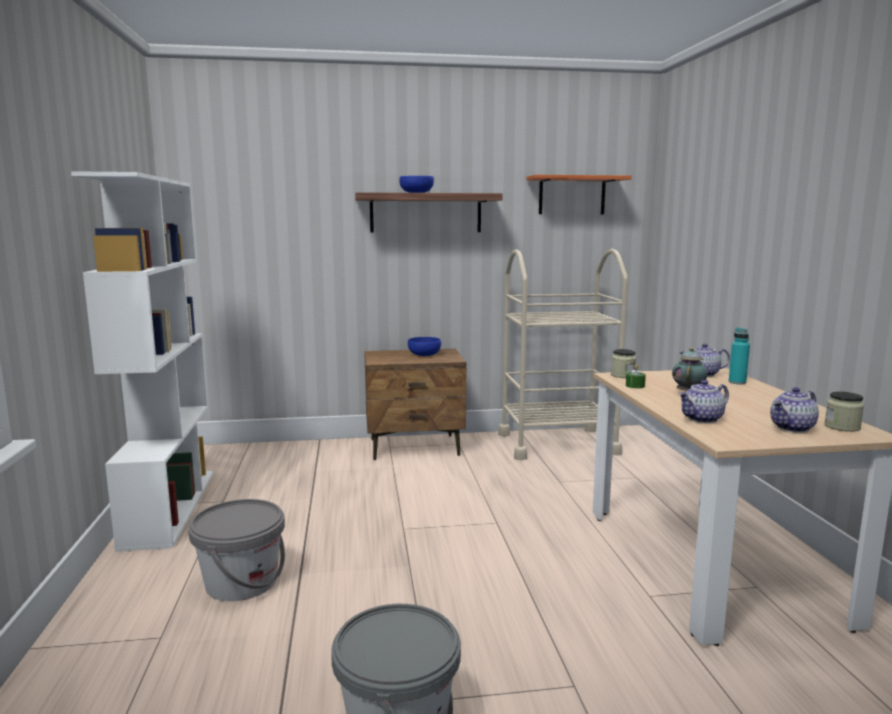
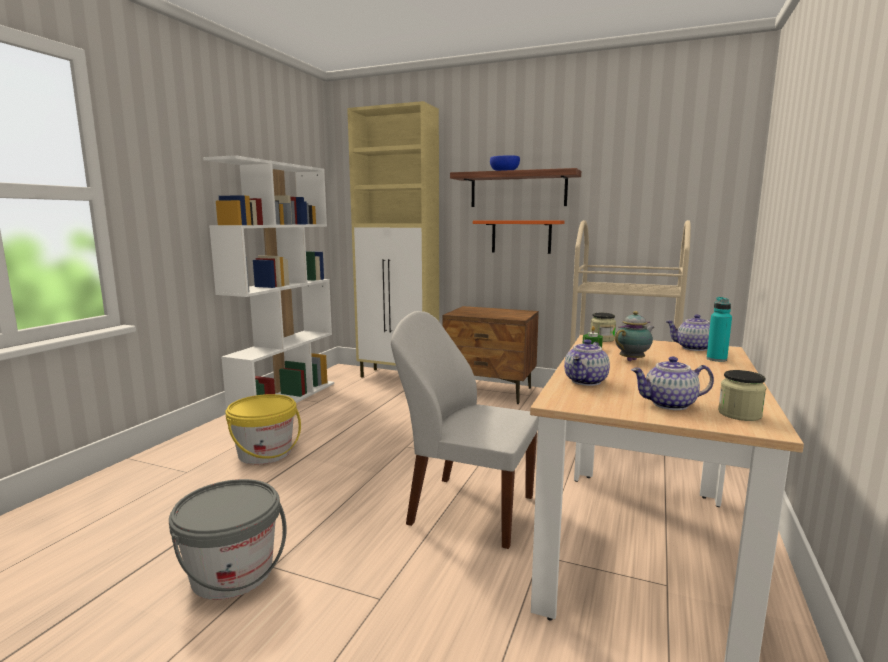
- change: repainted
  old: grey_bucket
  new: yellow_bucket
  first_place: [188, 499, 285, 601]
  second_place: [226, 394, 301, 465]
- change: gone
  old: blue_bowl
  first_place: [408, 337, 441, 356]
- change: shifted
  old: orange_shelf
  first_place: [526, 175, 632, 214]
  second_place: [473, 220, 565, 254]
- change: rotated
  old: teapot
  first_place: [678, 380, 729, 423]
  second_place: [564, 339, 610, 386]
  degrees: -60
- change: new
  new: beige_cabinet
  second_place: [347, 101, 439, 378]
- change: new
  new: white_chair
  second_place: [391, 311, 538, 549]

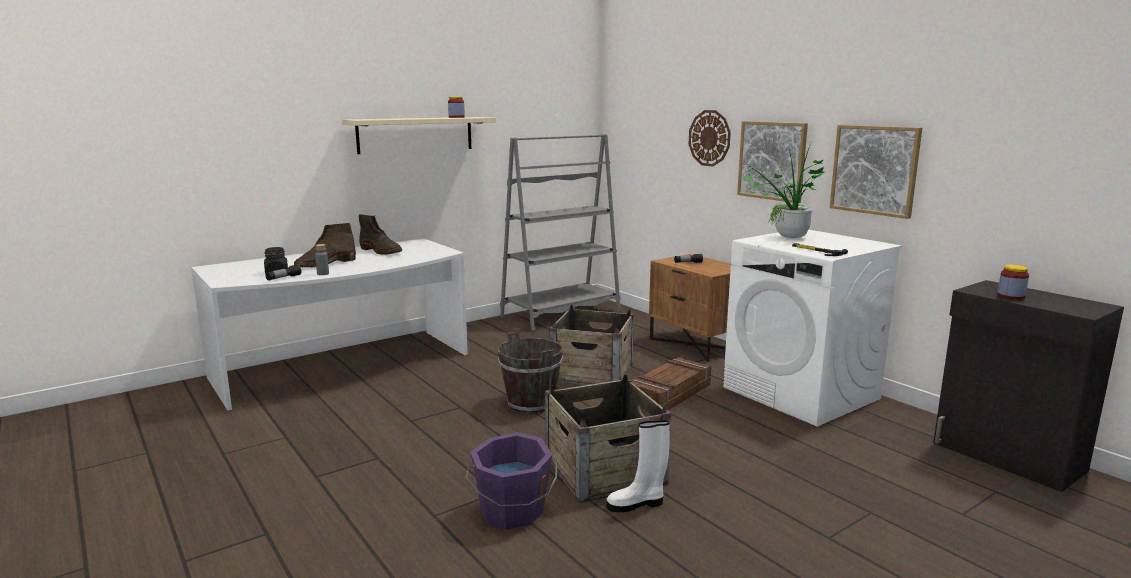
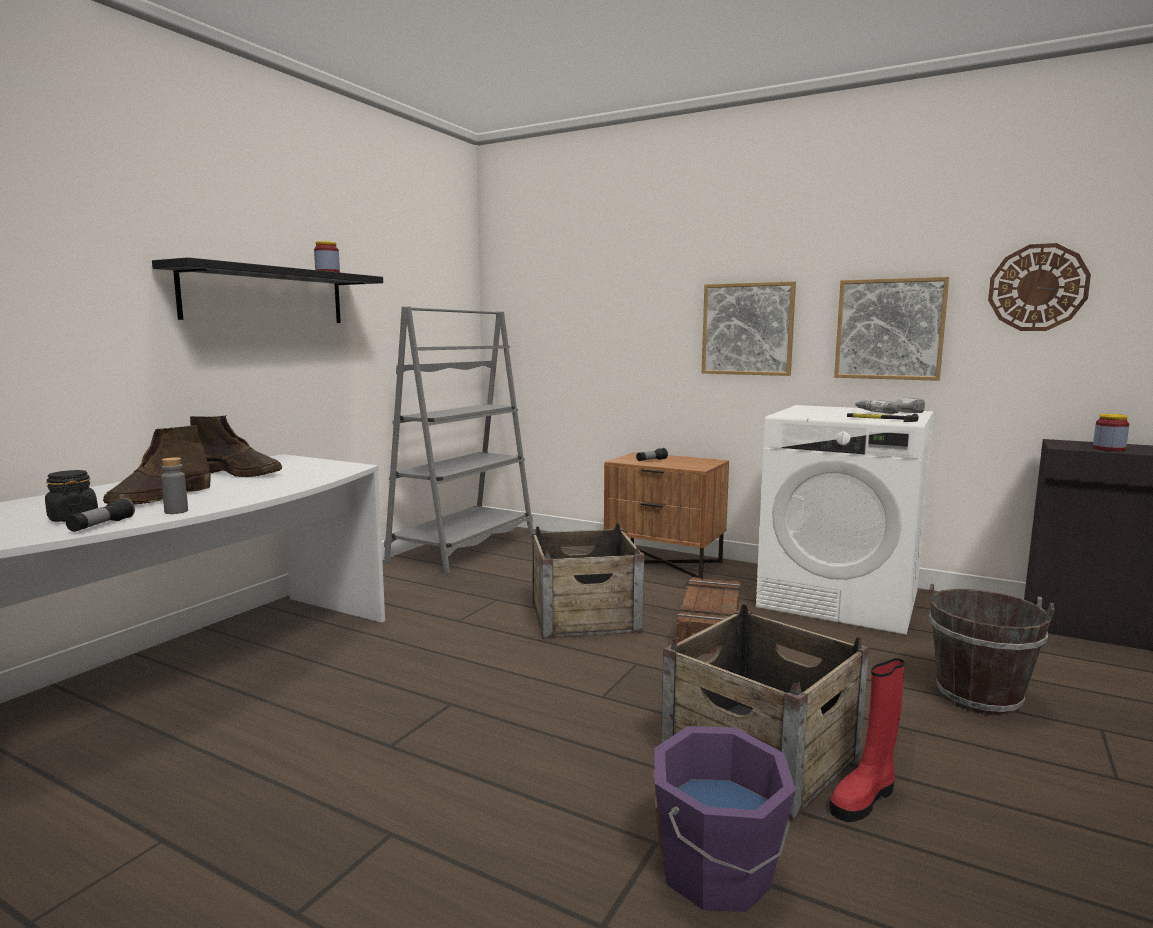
- change: repainted
  old: beige_shelf
  new: black_shelf
  first_place: [342, 117, 496, 154]
  second_place: [152, 257, 383, 323]
- change: shifted
  old: brown_bucket
  first_place: [497, 331, 563, 414]
  second_place: [929, 584, 1054, 716]
- change: repainted
  old: white_boot
  new: red_boot
  first_place: [606, 420, 669, 512]
  second_place: [830, 658, 905, 822]
- change: shifted
  old: wall_clock
  first_place: [689, 110, 731, 166]
  second_place: [988, 243, 1091, 331]
- change: gone
  old: potted_plant
  first_place: [745, 143, 824, 238]
- change: new
  new: power_drill
  second_place: [855, 398, 925, 414]

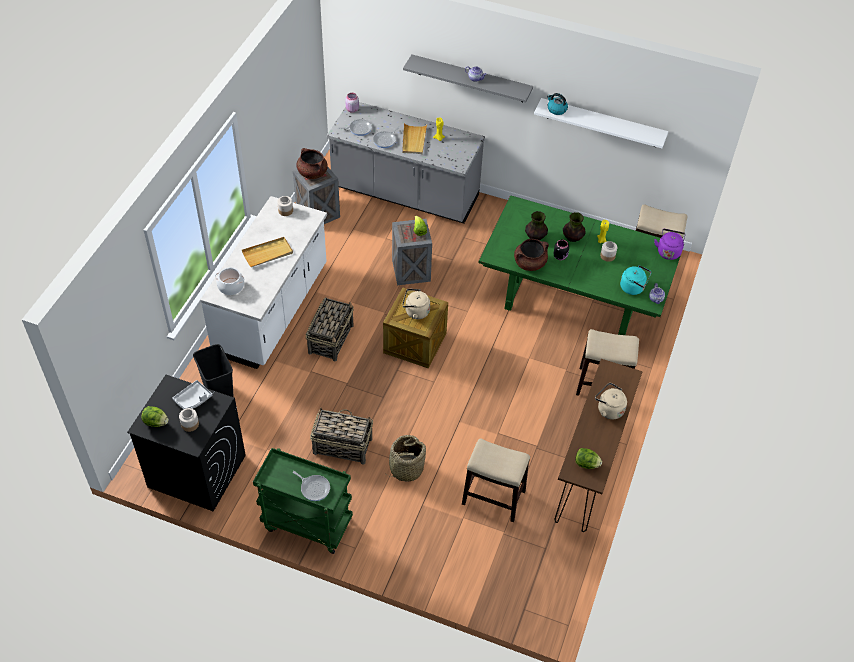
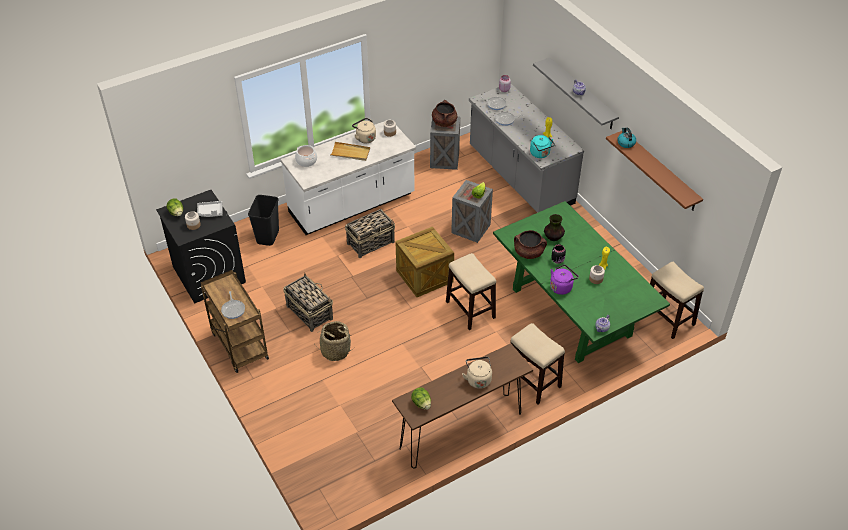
- change: repainted
  old: green_cart
  new: brown_cart
  first_place: [253, 448, 353, 554]
  second_place: [201, 270, 269, 373]
- change: gone
  old: beige_tray
  first_place: [402, 123, 427, 154]
- change: shifted
  old: beige_kettle
  first_place: [402, 289, 430, 319]
  second_place: [352, 118, 376, 143]
- change: shifted
  old: stool
  first_place: [462, 439, 530, 522]
  second_place: [446, 253, 496, 330]
- change: repainted
  old: white_shelf
  new: brown_shelf
  first_place: [534, 98, 668, 148]
  second_place: [606, 131, 703, 211]
- change: gone
  old: vase
  first_place: [563, 212, 586, 242]
- change: shifted
  old: turquoise_kettle
  first_place: [620, 265, 652, 295]
  second_place: [530, 135, 555, 158]
- change: shifted
  old: purple_kettle
  first_place: [654, 229, 686, 260]
  second_place: [550, 265, 579, 295]

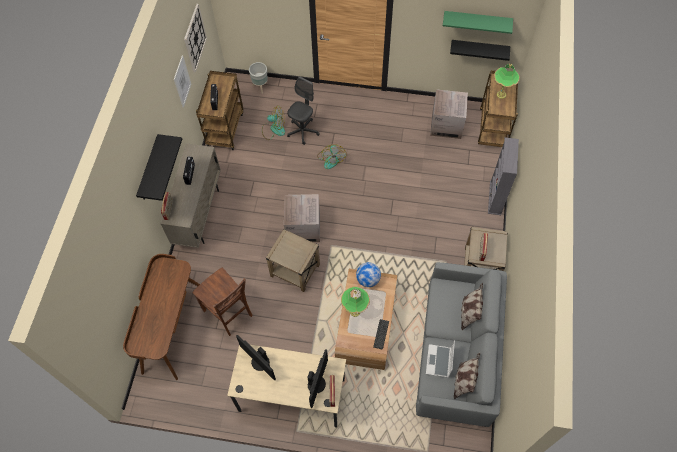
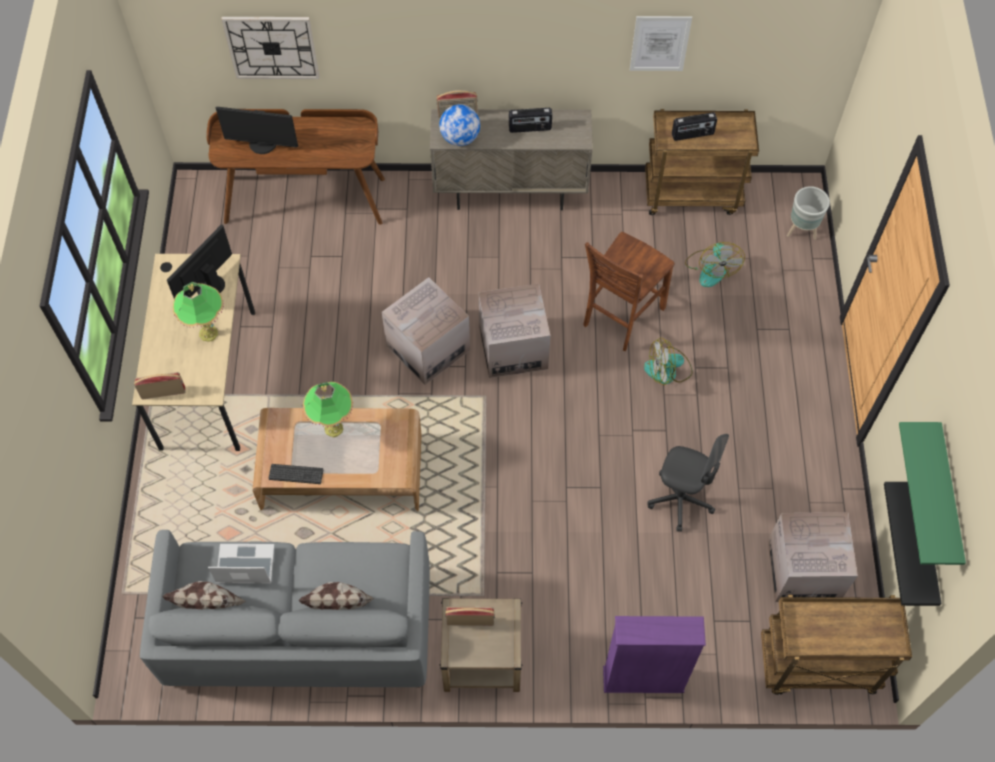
- change: gone
  old: black_shelf
  first_place: [136, 134, 182, 201]
- change: shifted
  old: wall_clock
  first_place: [184, 4, 207, 73]
  second_place: [221, 17, 319, 79]
- change: shifted
  old: brown_chair
  first_place: [193, 268, 252, 336]
  second_place: [583, 232, 675, 351]
- change: swapped
  old: beige_side_table
  new: cardboard_box
  first_place: [266, 229, 320, 292]
  second_place: [382, 277, 470, 385]
- change: shifted
  old: grey_office_chair
  first_place: [287, 76, 320, 145]
  second_place: [647, 434, 729, 532]
- change: shifted
  old: monitor
  first_place: [307, 349, 328, 408]
  second_place: [216, 107, 298, 154]
- change: shifted
  old: globe
  first_place: [356, 262, 381, 287]
  second_place: [439, 104, 480, 146]
- change: repainted
  old: grey_bookcase
  new: purple_bookcase
  first_place: [488, 137, 519, 215]
  second_place: [603, 616, 706, 693]
- change: shifted
  old: table_lamp
  first_place: [494, 64, 520, 99]
  second_place: [173, 281, 224, 341]

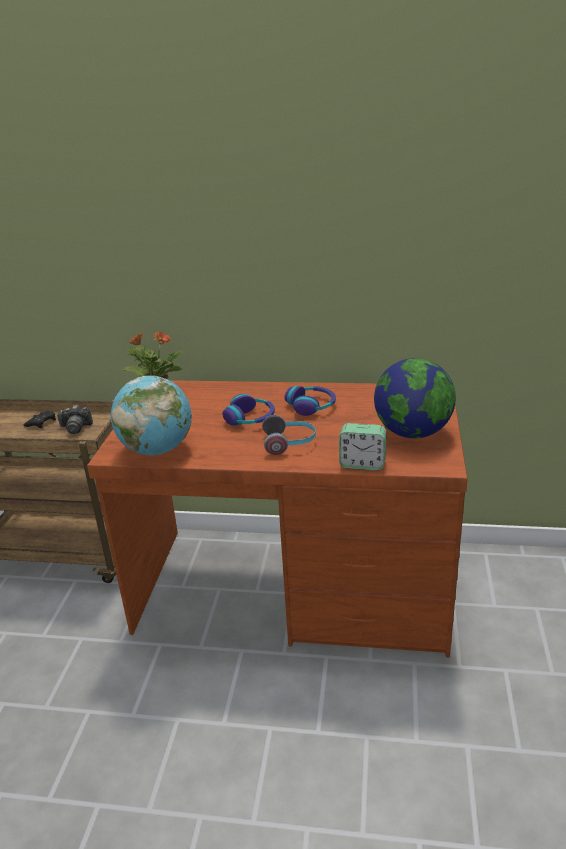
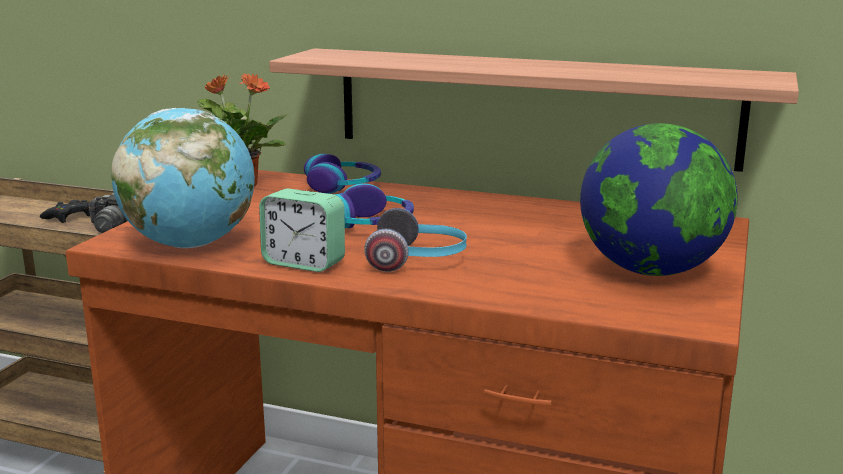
- change: shifted
  old: headphones
  first_place: [285, 386, 336, 416]
  second_place: [304, 154, 381, 194]
- change: shifted
  old: alarm_clock
  first_place: [339, 423, 386, 470]
  second_place: [259, 189, 345, 272]
- change: new
  new: shelf
  second_place: [269, 48, 799, 172]

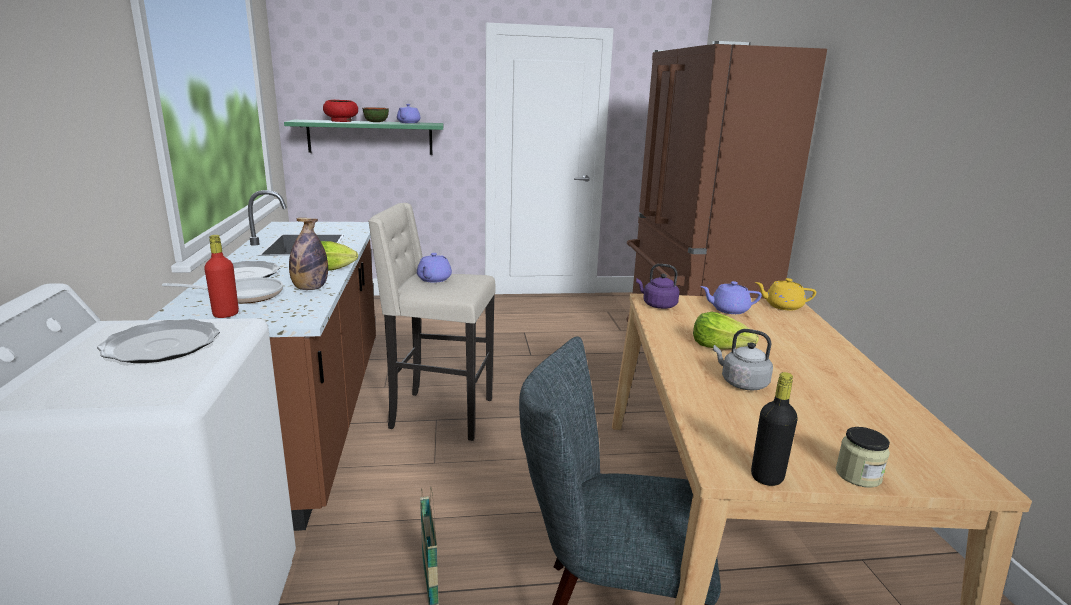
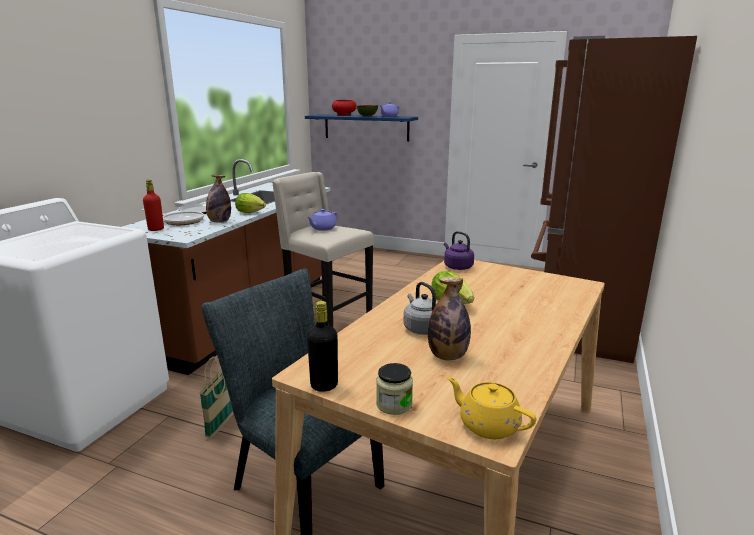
- change: gone
  old: plate
  first_place: [97, 319, 220, 363]
- change: repainted
  old: green_shelf
  new: blue_shelf
  first_place: [284, 120, 444, 155]
  second_place: [305, 114, 418, 141]
- change: gone
  old: purple_teapot
  first_place: [700, 281, 762, 314]
- change: shifted
  old: yellow_teapot
  first_place: [755, 278, 816, 310]
  second_place: [447, 377, 536, 439]
- change: new
  new: bottle
  second_place: [428, 277, 471, 360]

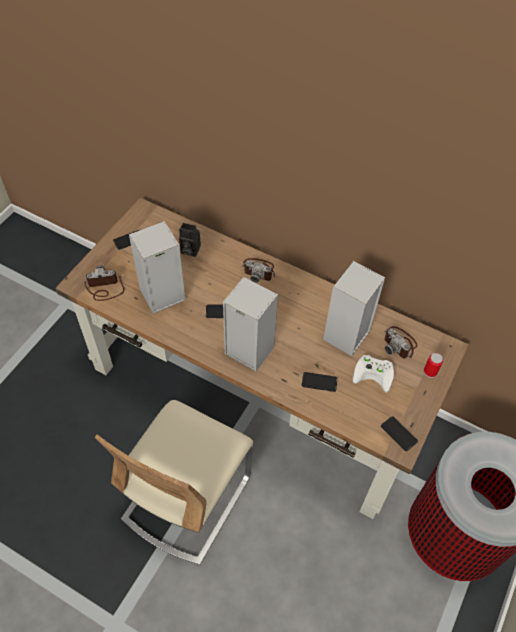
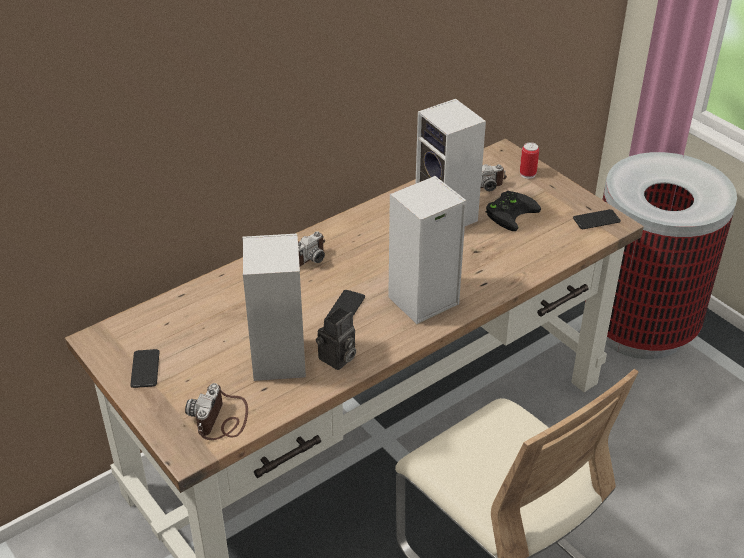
- change: shifted
  old: photo_camera
  first_place: [179, 223, 201, 257]
  second_place: [316, 307, 356, 370]
- change: gone
  old: phone
  first_place: [302, 372, 337, 392]
- change: repainted
  old: white_game_controller
  new: black_game_controller
  first_place: [352, 355, 394, 392]
  second_place: [486, 191, 541, 231]

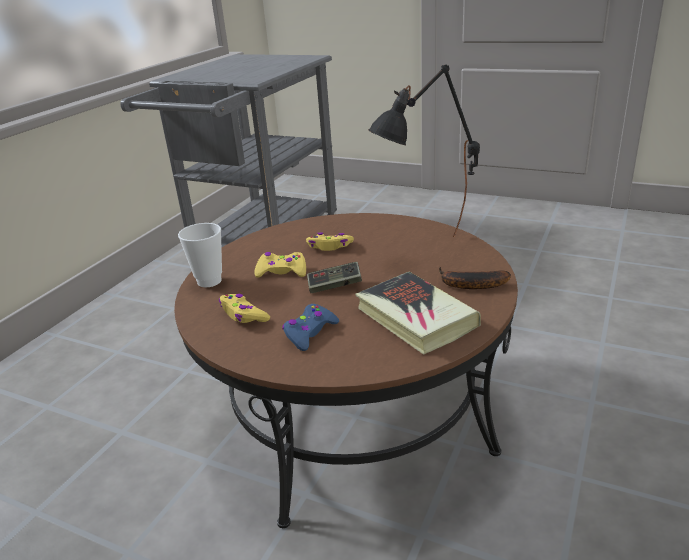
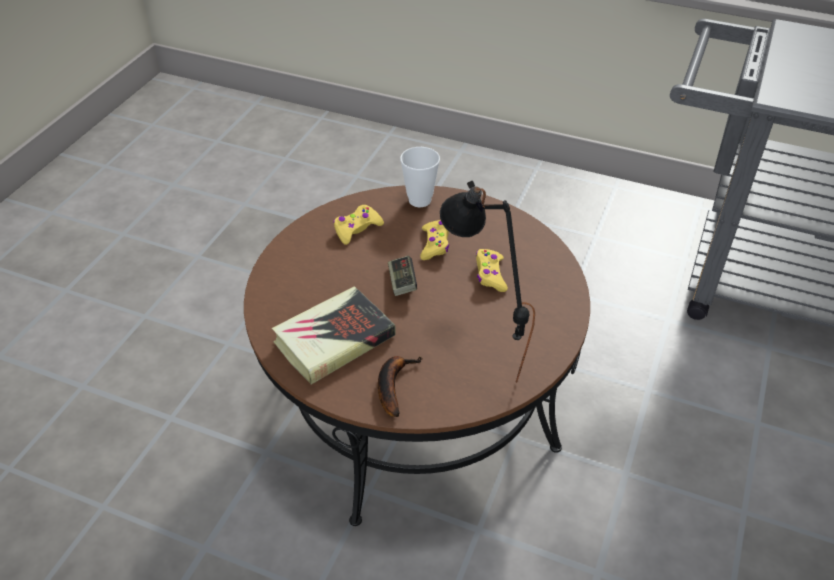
- change: gone
  old: blue_game_controller
  first_place: [282, 304, 339, 351]

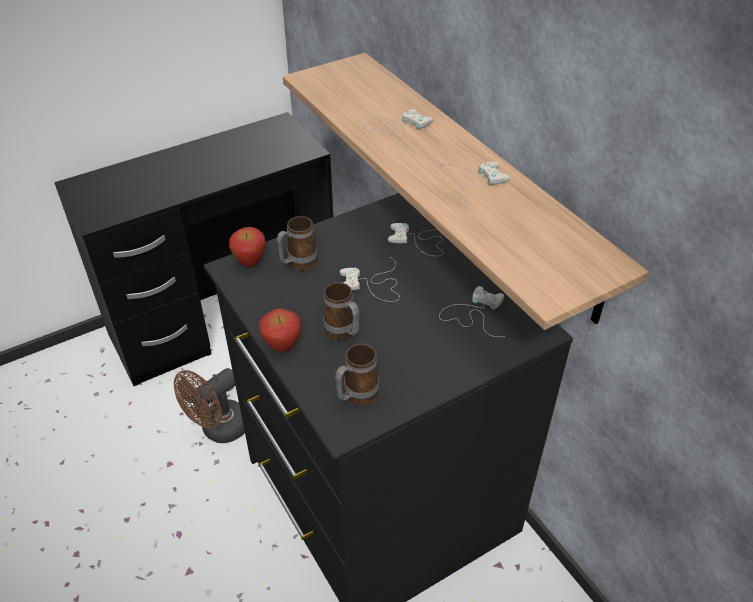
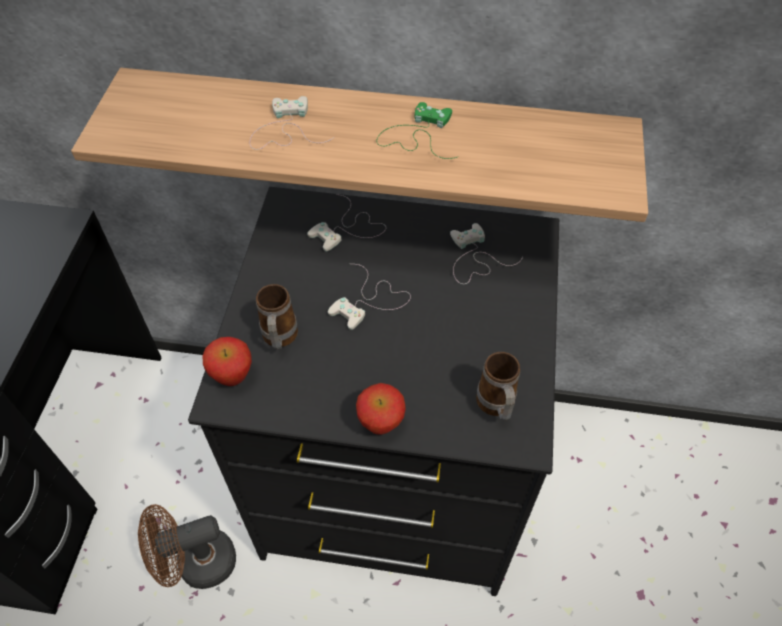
- change: rotated
  old: brown_fan
  first_place: [174, 368, 245, 443]
  second_place: [138, 504, 236, 589]
  degrees: 75
- change: gone
  old: mug
  first_place: [323, 282, 359, 340]
- change: repainted
  old: white_game_controller
  new: green_game_controller
  first_place: [432, 162, 510, 203]
  second_place: [376, 102, 457, 159]

